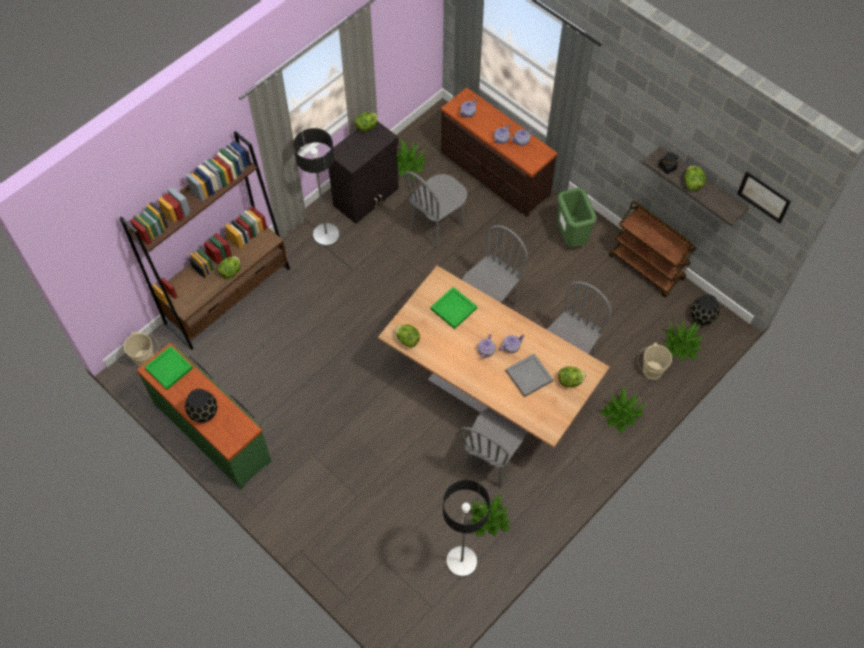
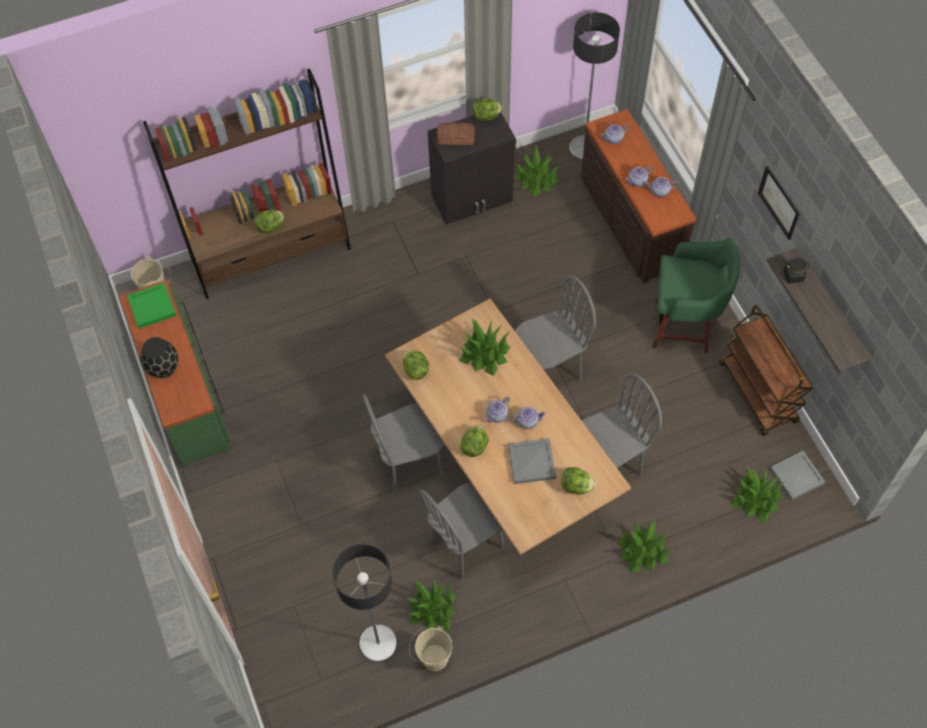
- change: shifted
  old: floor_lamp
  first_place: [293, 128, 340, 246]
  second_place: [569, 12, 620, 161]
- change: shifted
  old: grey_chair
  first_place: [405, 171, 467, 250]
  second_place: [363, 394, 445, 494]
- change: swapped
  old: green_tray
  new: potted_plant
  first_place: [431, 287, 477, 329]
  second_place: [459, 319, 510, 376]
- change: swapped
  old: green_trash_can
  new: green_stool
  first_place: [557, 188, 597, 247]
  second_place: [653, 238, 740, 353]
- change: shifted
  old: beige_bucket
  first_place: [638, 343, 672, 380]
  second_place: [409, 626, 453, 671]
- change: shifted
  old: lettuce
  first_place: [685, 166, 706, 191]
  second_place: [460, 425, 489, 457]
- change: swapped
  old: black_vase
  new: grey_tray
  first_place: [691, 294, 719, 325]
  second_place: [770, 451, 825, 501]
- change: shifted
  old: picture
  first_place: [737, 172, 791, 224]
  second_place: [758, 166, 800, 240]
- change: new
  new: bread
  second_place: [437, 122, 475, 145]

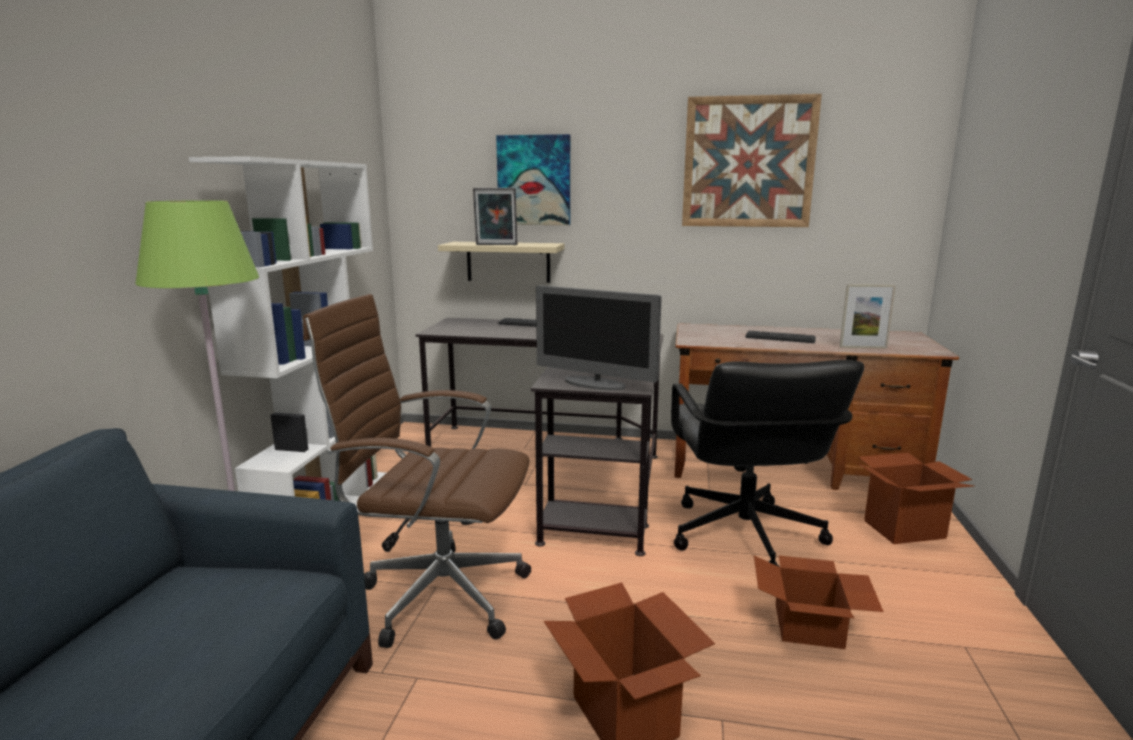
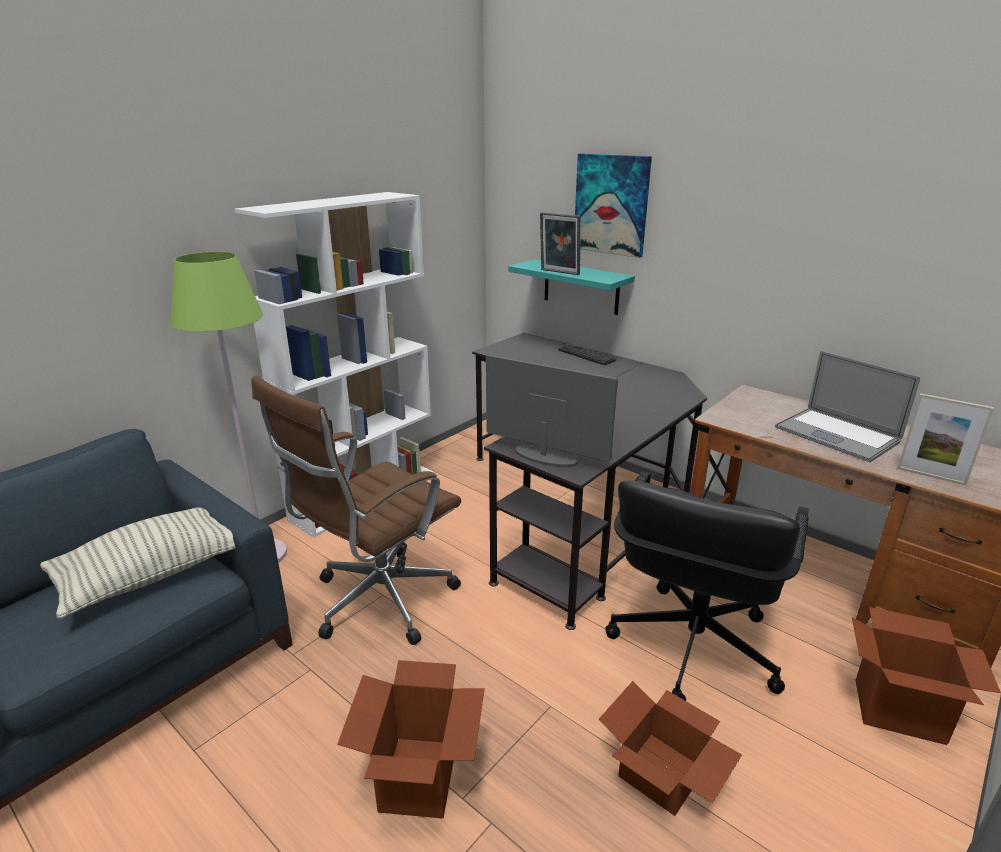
- change: rotated
  old: brown_office_chair
  first_place: [303, 294, 531, 648]
  second_place: [251, 376, 461, 645]
  degrees: -90
- change: repainted
  old: beige_shelf
  new: turquoise_shelf
  first_place: [438, 242, 565, 283]
  second_place: [508, 259, 635, 315]
- change: rotated
  old: monitor
  first_place: [536, 285, 662, 390]
  second_place: [486, 354, 618, 467]
  degrees: 150
- change: gone
  old: picture
  first_place: [682, 94, 822, 227]
- change: swapped
  old: keyboard
  new: laptop
  first_place: [745, 330, 816, 343]
  second_place: [775, 351, 920, 462]
- change: new
  new: pillow
  second_place: [40, 508, 236, 619]

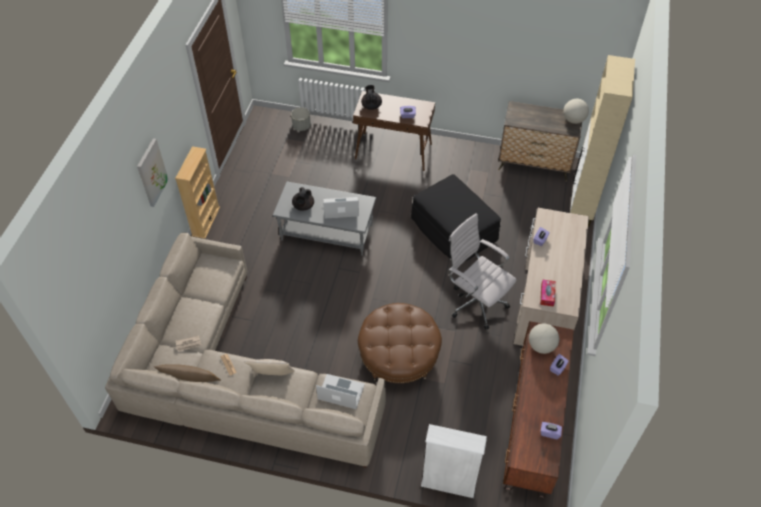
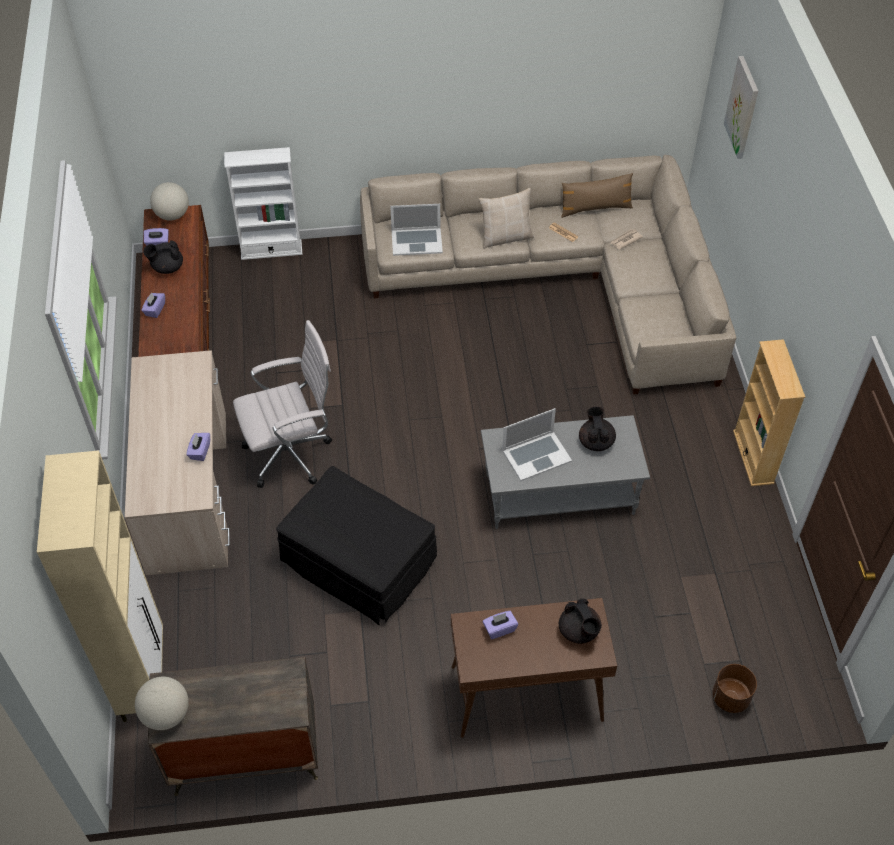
- change: shifted
  old: picture
  first_place: [137, 138, 169, 207]
  second_place: [724, 56, 758, 159]
- change: repainted
  old: grey_planter
  new: brown_planter
  first_place: [291, 107, 311, 131]
  second_place: [712, 664, 757, 713]
- change: gone
  old: brown_ottoman
  first_place: [358, 303, 442, 383]
- change: rotated
  old: white_office_chair
  first_place: [449, 213, 517, 330]
  second_place: [233, 320, 332, 488]
  degrees: -45
- change: shifted
  old: globe
  first_place: [529, 323, 559, 354]
  second_place: [150, 182, 189, 221]
- change: gone
  old: tissue_box
  first_place: [540, 280, 556, 307]
- change: new
  new: black_teapot
  second_place: [143, 240, 183, 274]

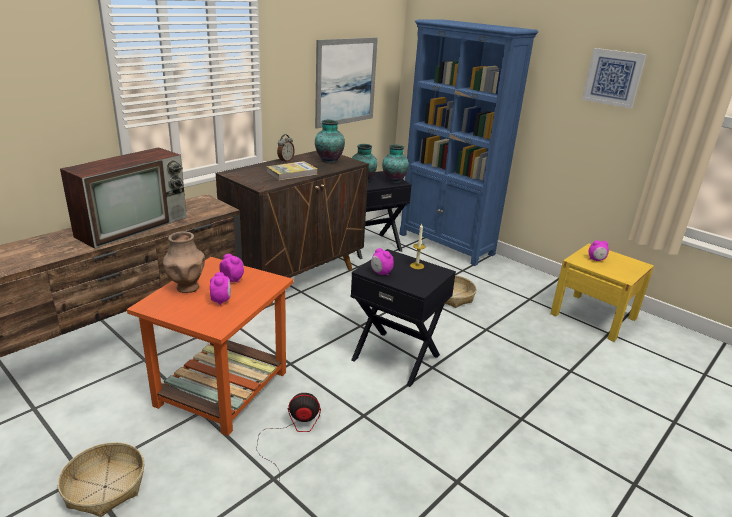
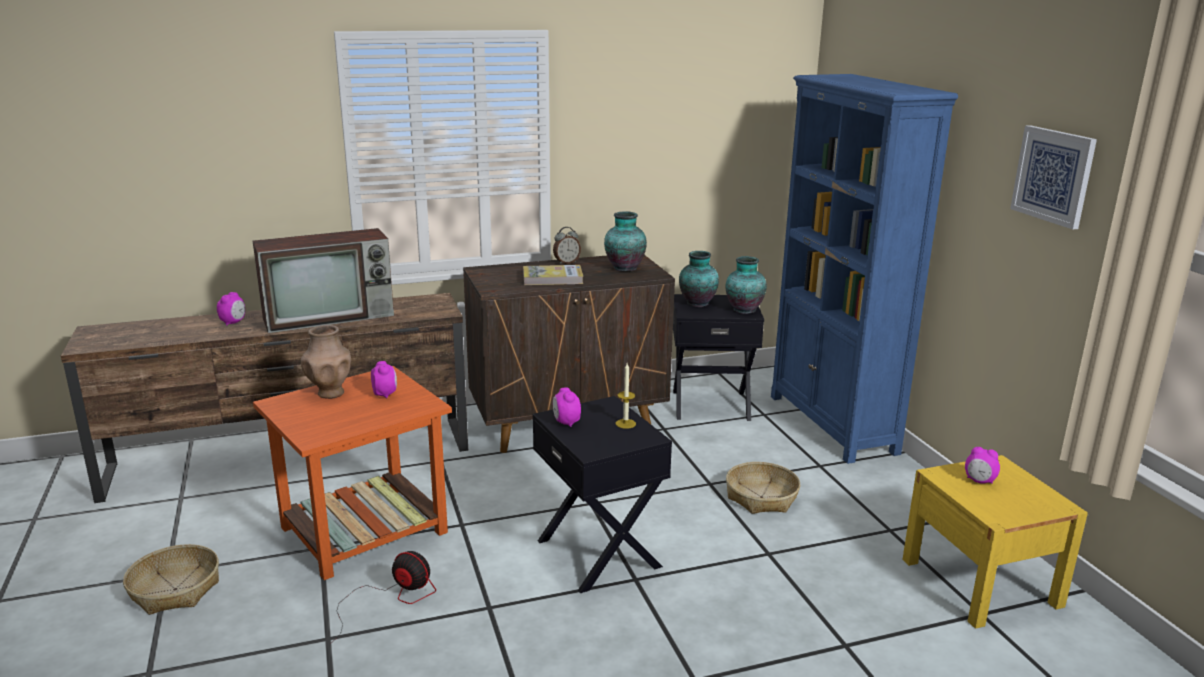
- change: shifted
  old: alarm_clock
  first_place: [210, 272, 231, 305]
  second_place: [217, 292, 245, 326]
- change: gone
  old: picture
  first_place: [315, 37, 378, 128]

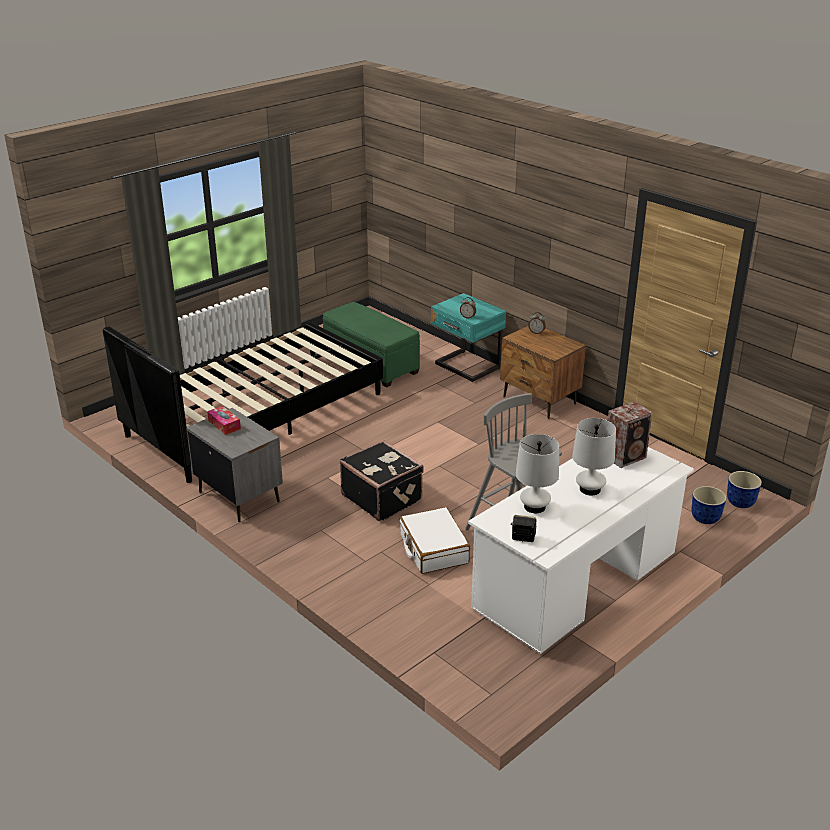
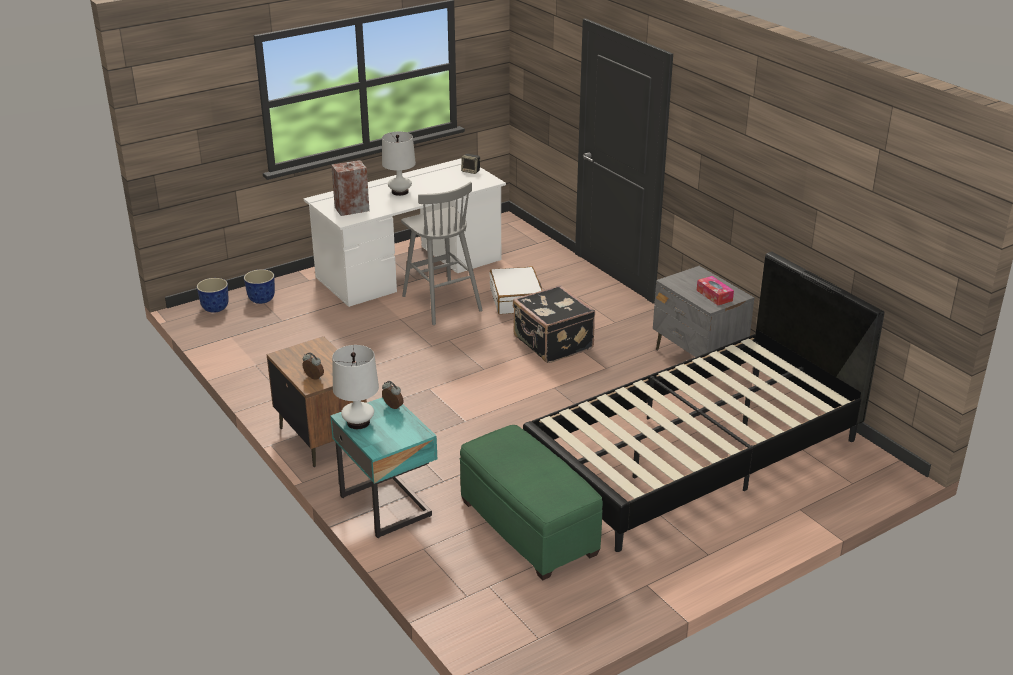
- change: shifted
  old: white_table_lamp
  first_place: [516, 434, 559, 513]
  second_place: [332, 345, 379, 429]

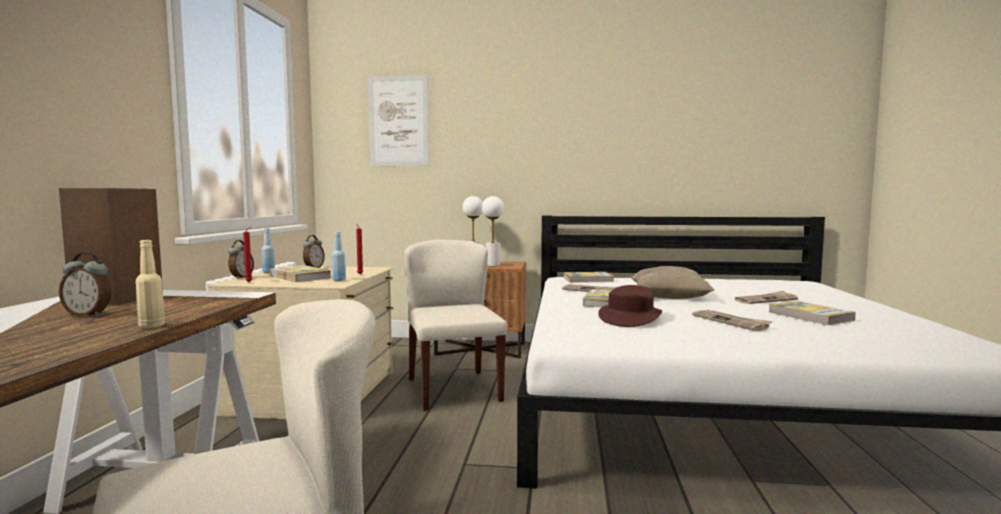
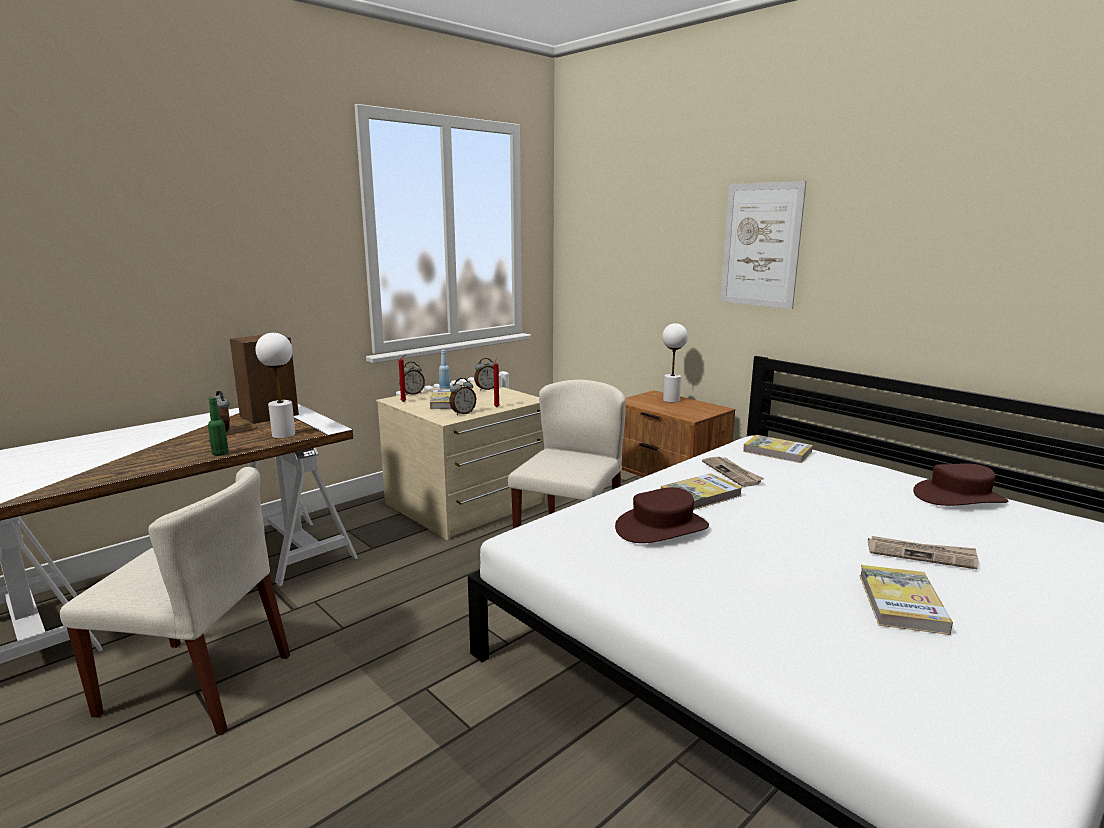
- change: repainted
  old: beige_bottle
  new: green_bottle
  first_place: [136, 240, 165, 328]
  second_place: [208, 397, 229, 456]
- change: swapped
  old: blue_bottle
  new: alarm_clock
  first_place: [332, 232, 346, 281]
  second_place: [449, 378, 476, 415]
- change: shifted
  old: picture
  first_place: [368, 75, 429, 166]
  second_place: [720, 181, 807, 309]
- change: shifted
  old: white_table_lamp
  first_place: [482, 196, 504, 266]
  second_place: [256, 333, 296, 439]
- change: gone
  old: beige_pillow
  first_place: [630, 266, 715, 299]
- change: gone
  old: newspaper
  first_place: [692, 310, 773, 331]
- change: new
  new: brown_hat
  second_place: [913, 463, 1008, 506]

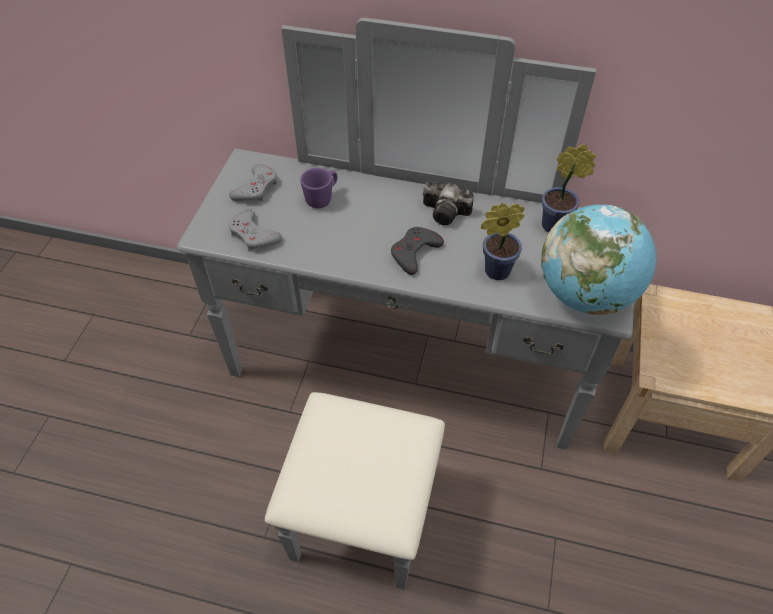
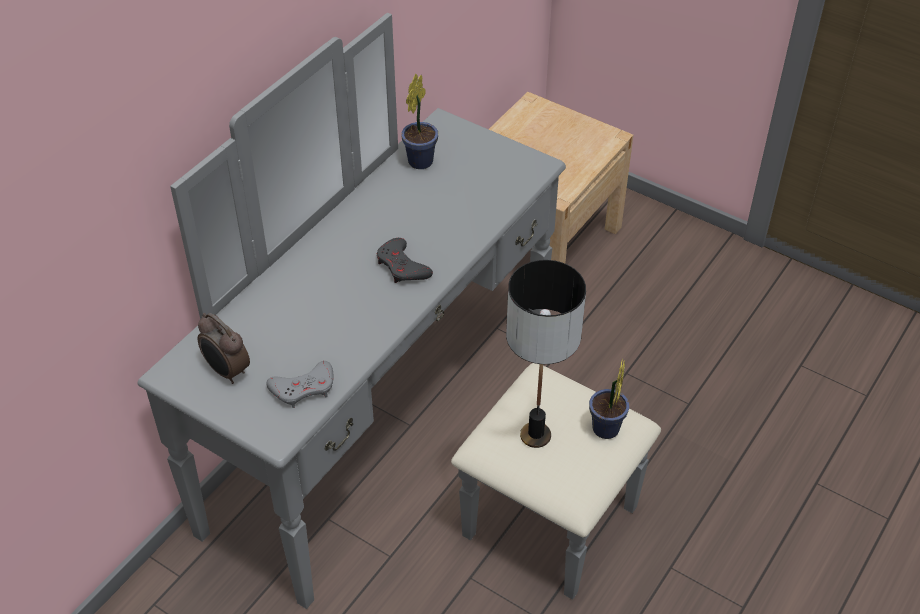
- change: swapped
  old: grey_game_controller
  new: alarm_clock
  first_place: [229, 164, 277, 201]
  second_place: [198, 313, 250, 384]
- change: gone
  old: purple_mug
  first_place: [300, 168, 337, 208]
- change: gone
  old: photo_camera
  first_place: [423, 182, 474, 225]
- change: shifted
  old: potted_plant
  first_place: [481, 203, 524, 280]
  second_place: [589, 359, 629, 439]
- change: gone
  old: globe
  first_place: [541, 204, 656, 315]
- change: new
  new: table_lamp
  second_place: [506, 260, 586, 448]

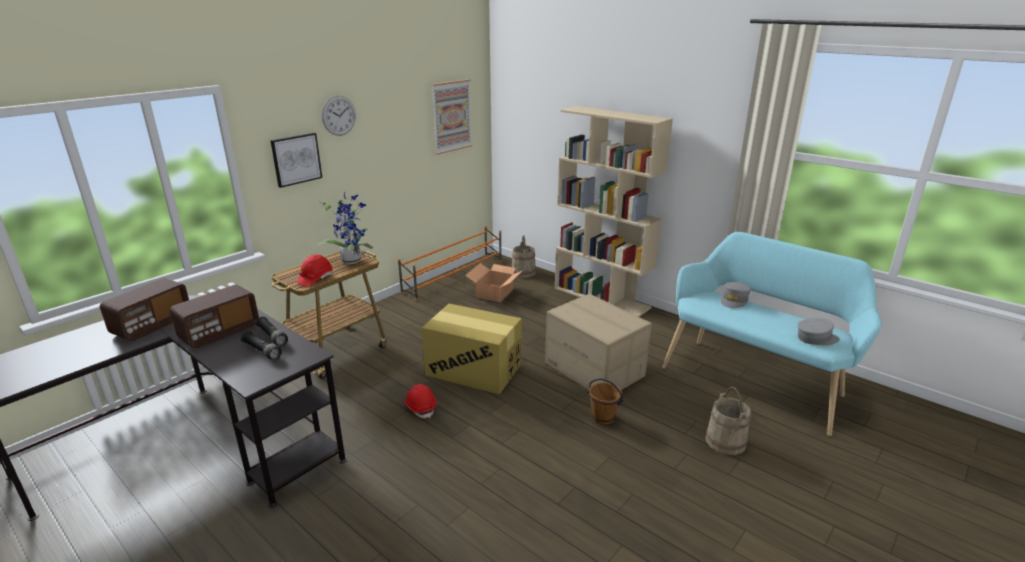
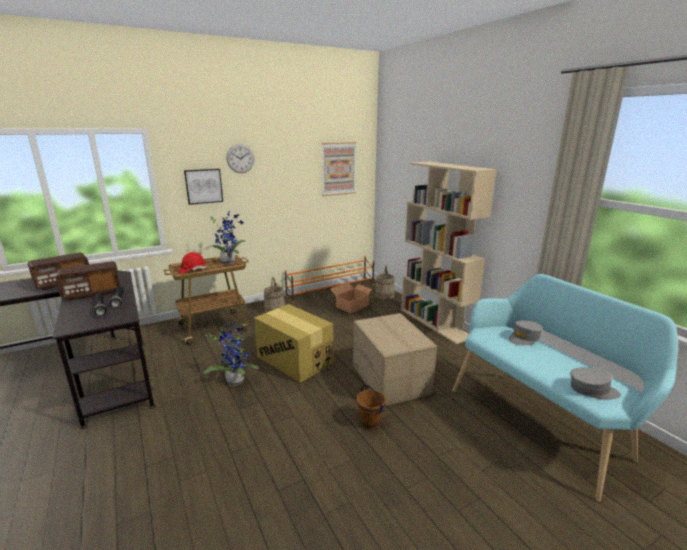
- change: swapped
  old: red_hard_hat
  new: potted_plant
  first_place: [404, 384, 436, 418]
  second_place: [203, 322, 259, 386]
- change: shifted
  old: beige_bucket
  first_place: [705, 387, 751, 455]
  second_place: [264, 277, 285, 313]

